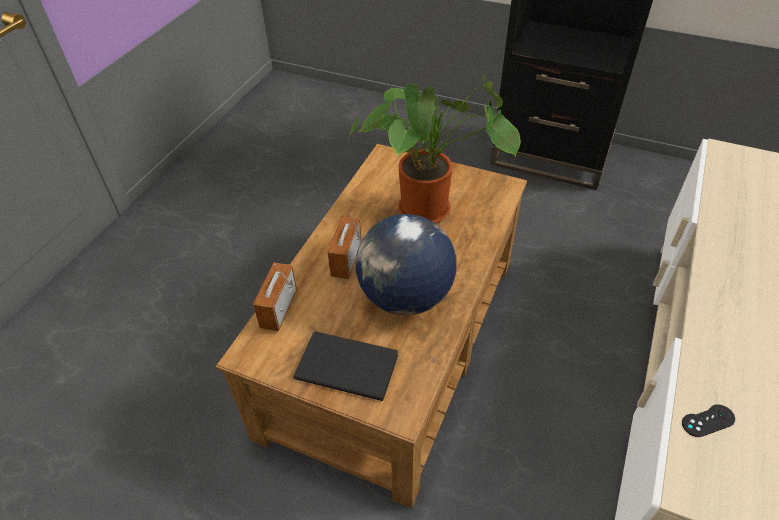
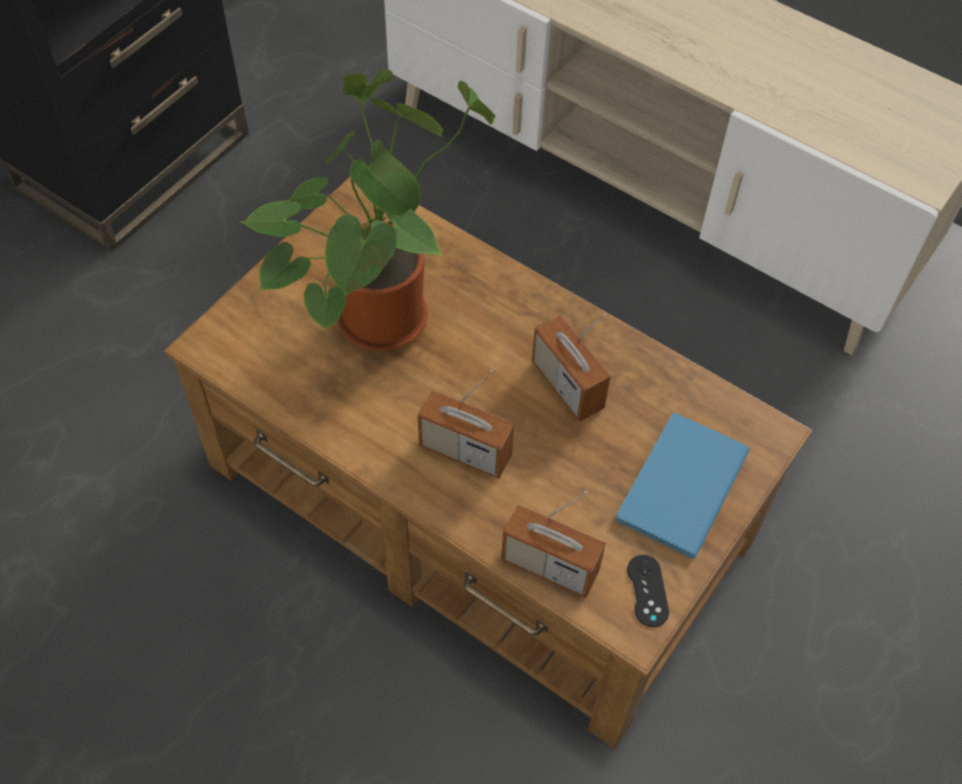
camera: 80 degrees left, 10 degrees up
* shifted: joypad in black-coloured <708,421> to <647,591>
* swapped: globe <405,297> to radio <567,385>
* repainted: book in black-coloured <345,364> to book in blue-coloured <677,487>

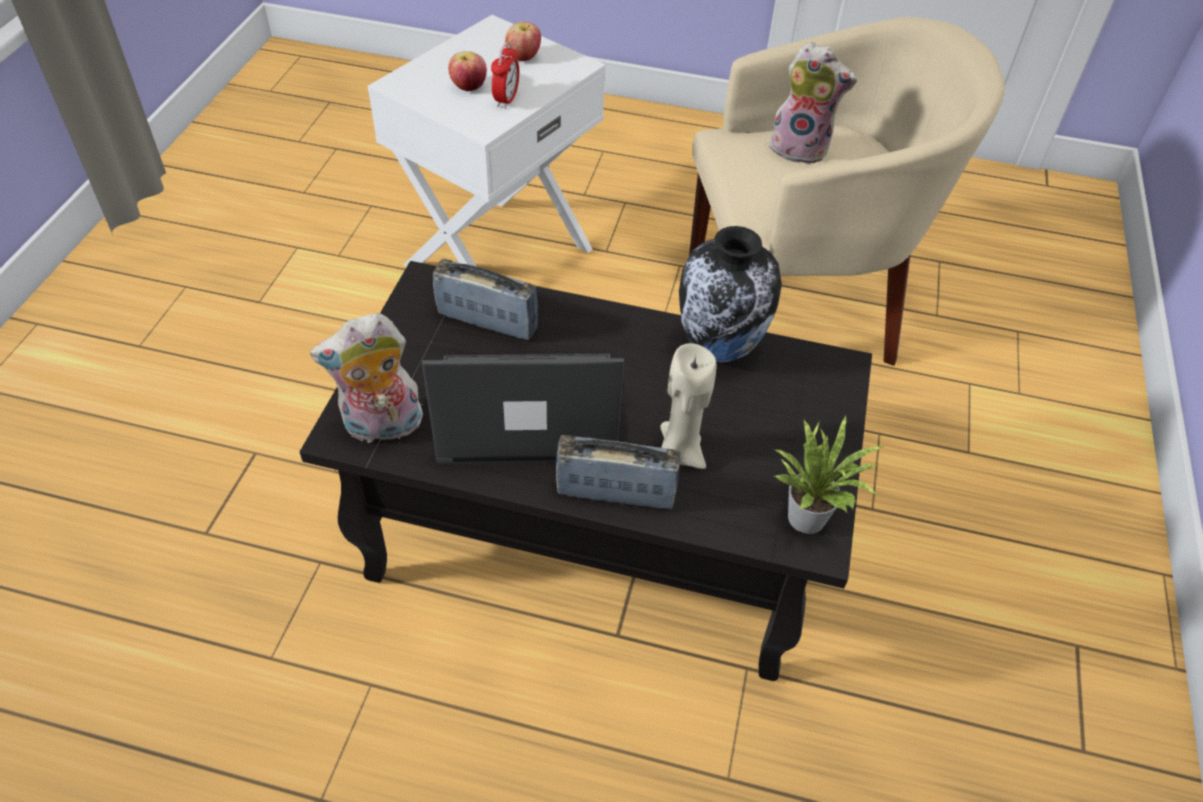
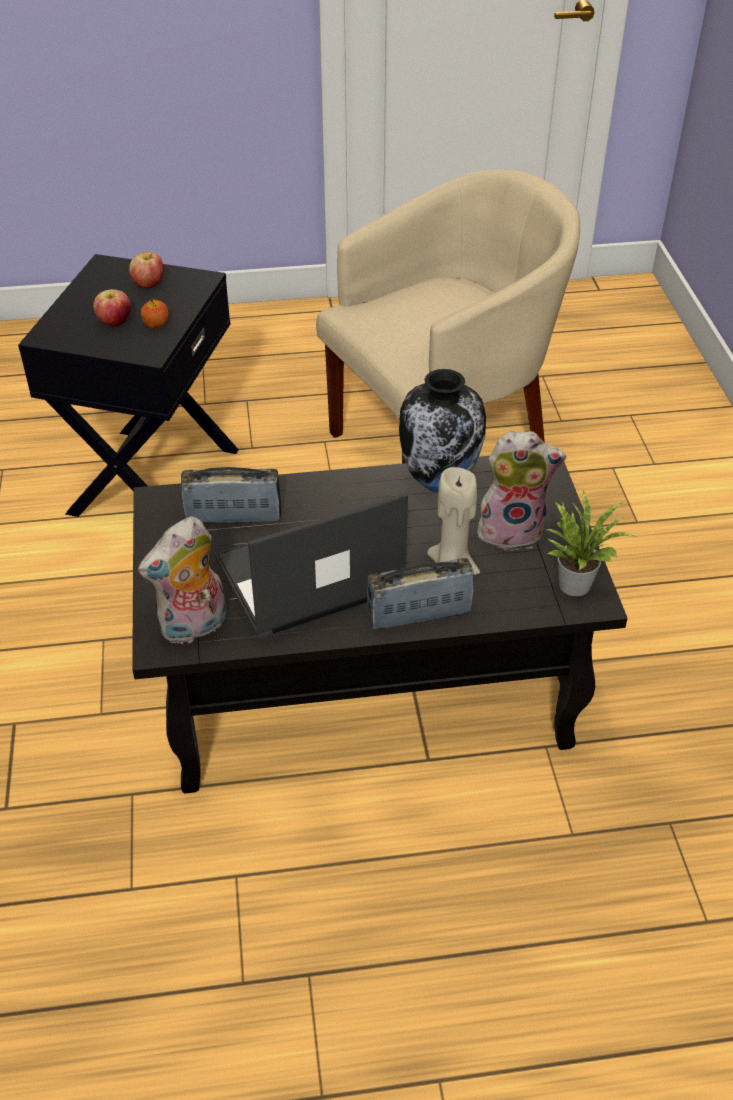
camera: 20 degrees left, 5 degrees down
* shifted: soft toy <801,149> to <512,530>
* swapped: alarm clock <506,100> to apple <156,325>
* repainted: end table in white <497,256> to end table in black-coloured <152,480>

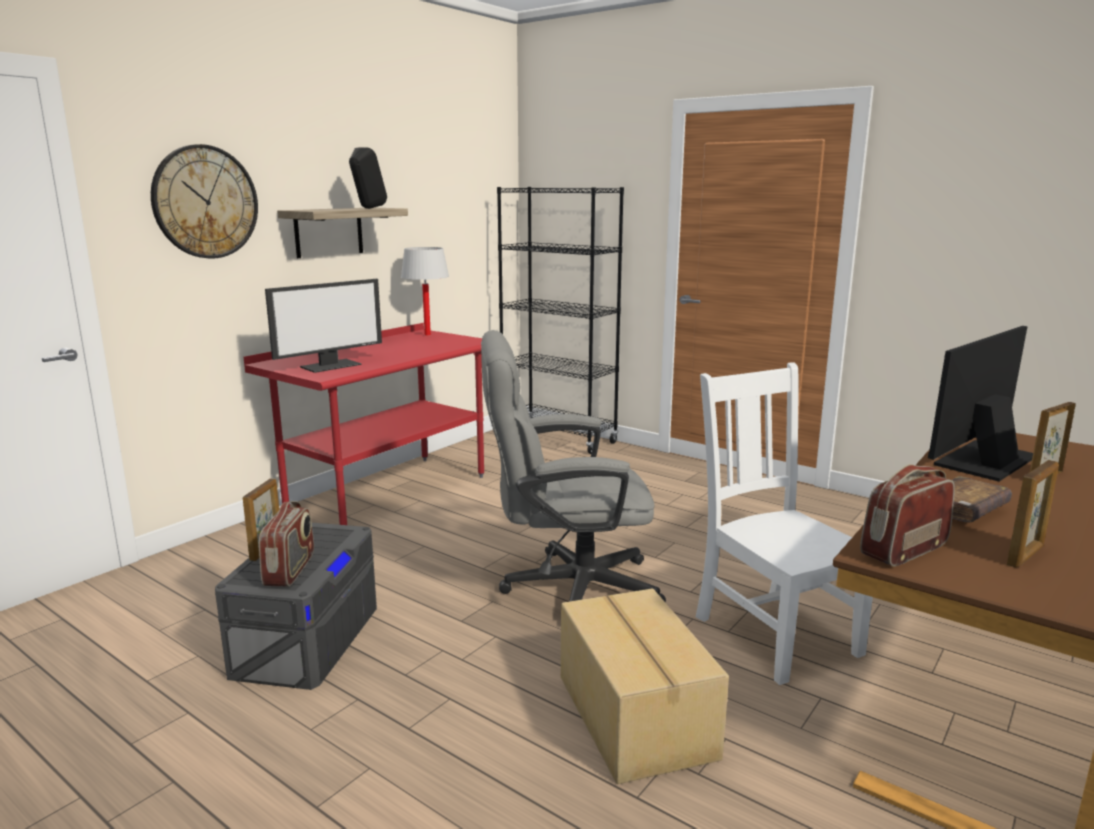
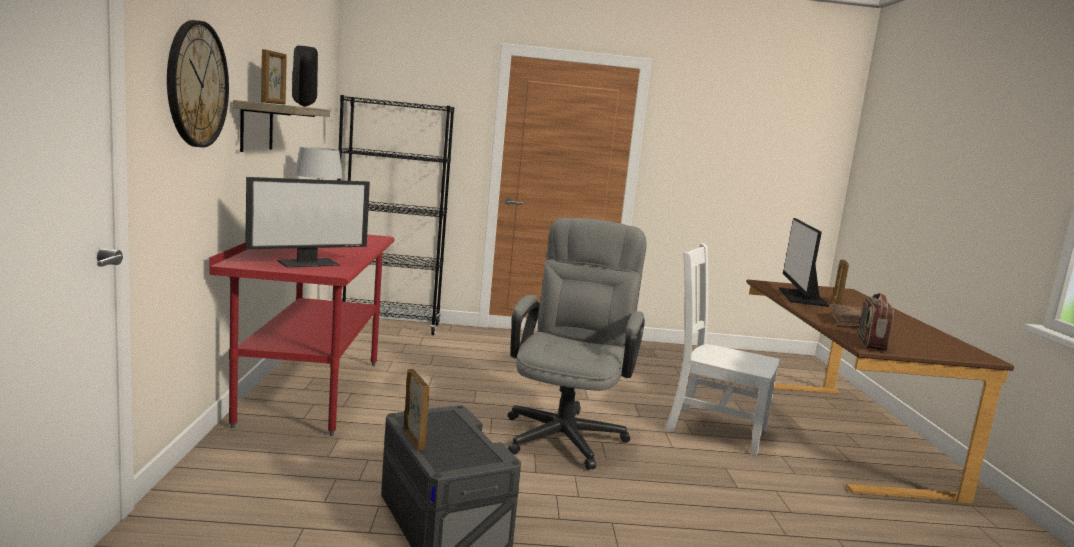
camera: 40 degrees left, 5 degrees down
* gone: radio <290,570>
* gone: cardboard box <633,717>
* shifted: photo frame <1025,556> to <273,103>
* rotated: monitor <331,365> = <308,262> 45 degrees clockwise
* rotated: office chair in grey <566,587> = <567,432> 150 degrees clockwise

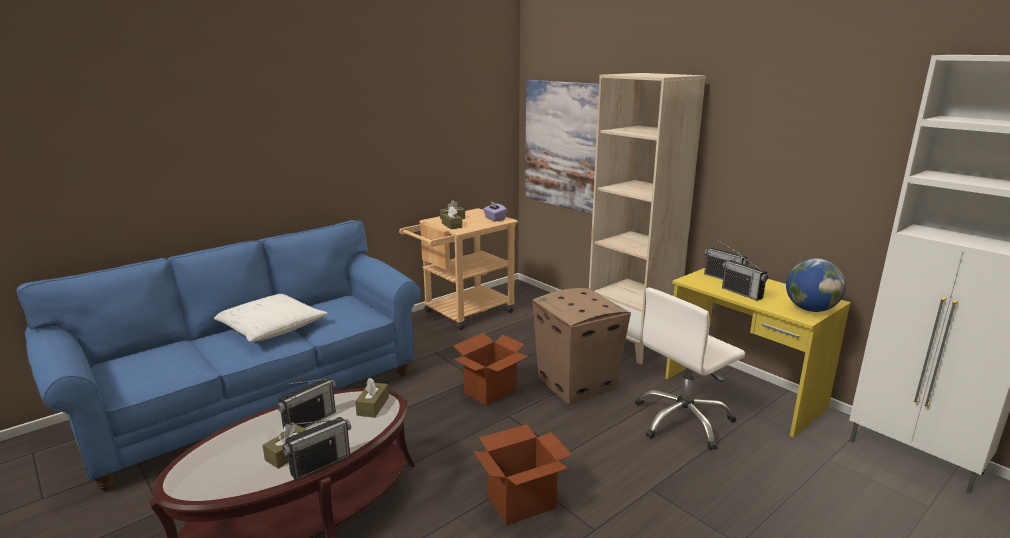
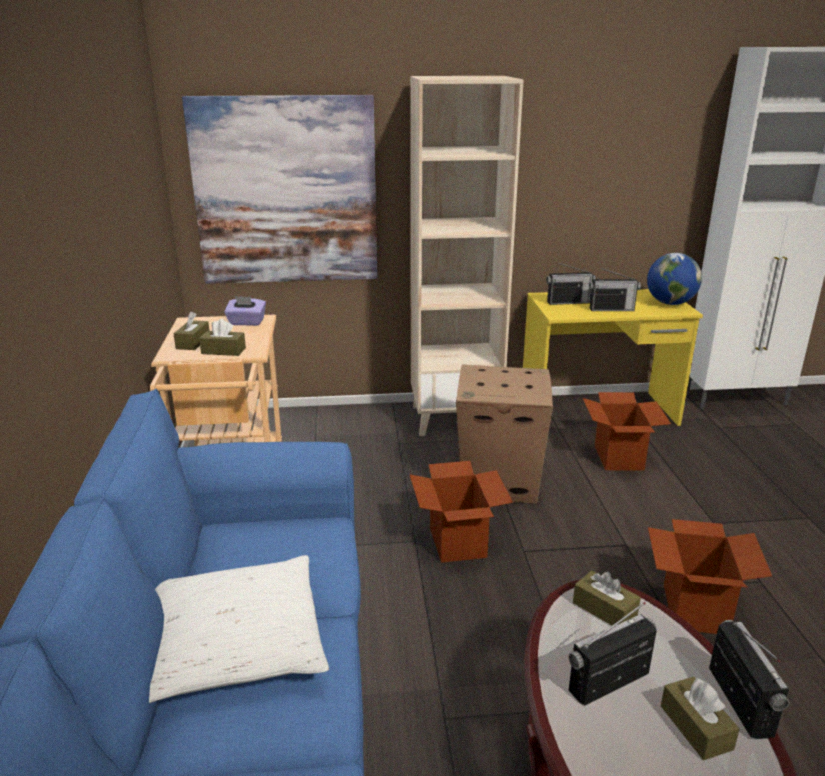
camera: 55 degrees left, 5 degrees up
* swapped: office chair in white <683,421> to cardboard box <619,458>
* rotated: radio <309,421> = <609,682> 105 degrees counterclockwise

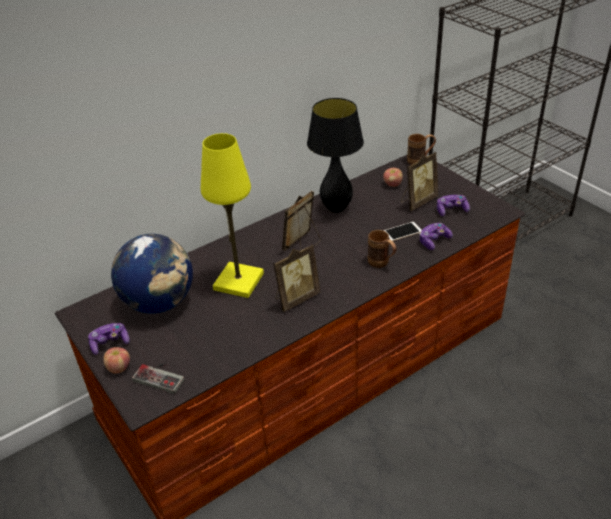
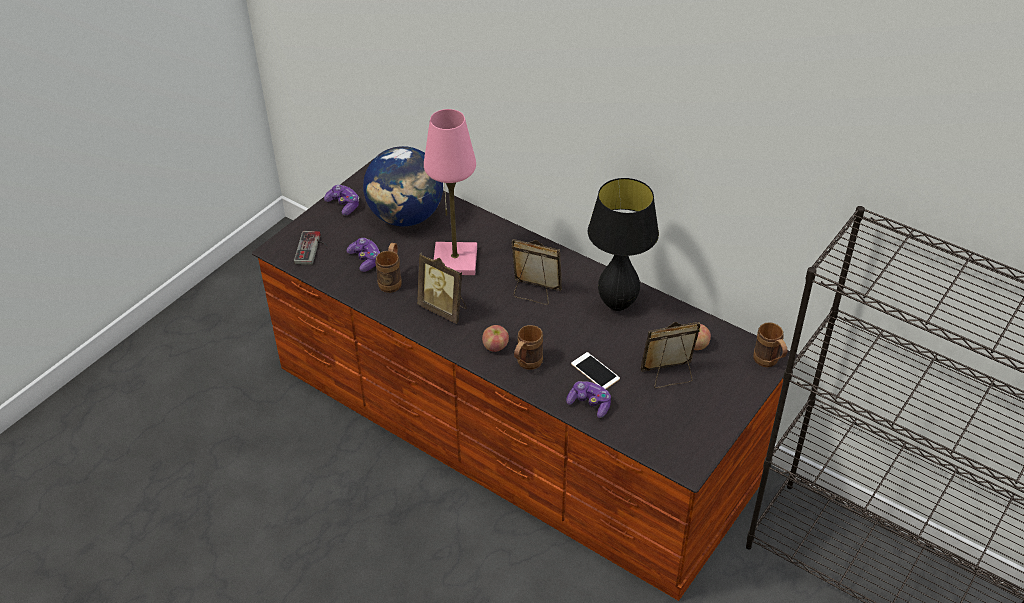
camera: 70 degrees right, 5 degrees up
* new: coffee mug in brownish <392,280>
* shifted: apple <119,368> to <495,346>
* shifted: joypad <451,210> to <365,259>
* repainted: table lamp in yellowish <239,282> to table lamp in pinkish <455,261>
* rotated: photo frame <417,201> = <669,375> 135 degrees clockwise

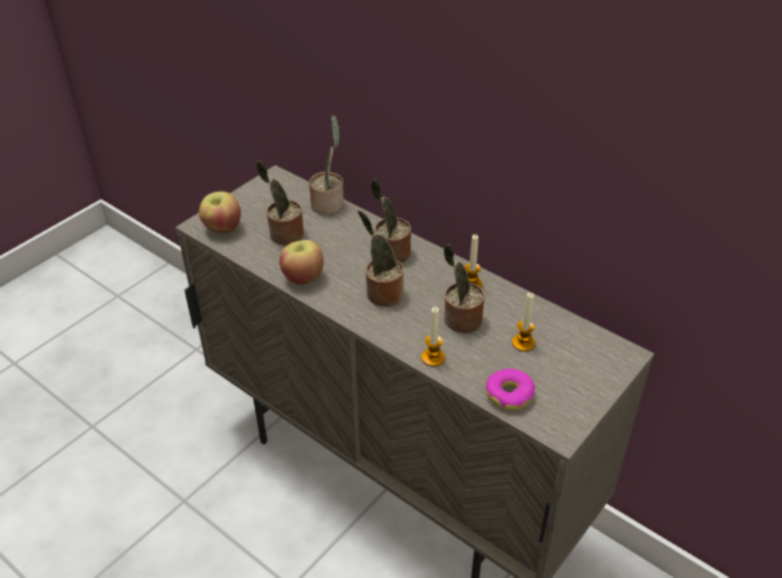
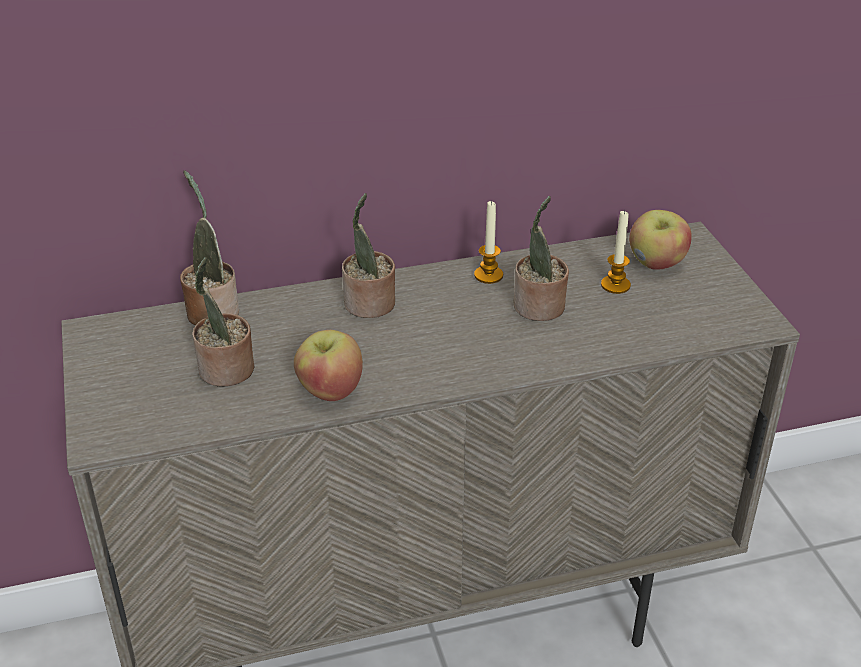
camera: 55 degrees left, 5 degrees down
* gone: houseplant <382,293>
* gone: candle <433,358>
* gone: doughnut <509,394>
* shifted: apple <222,228> to <656,263>

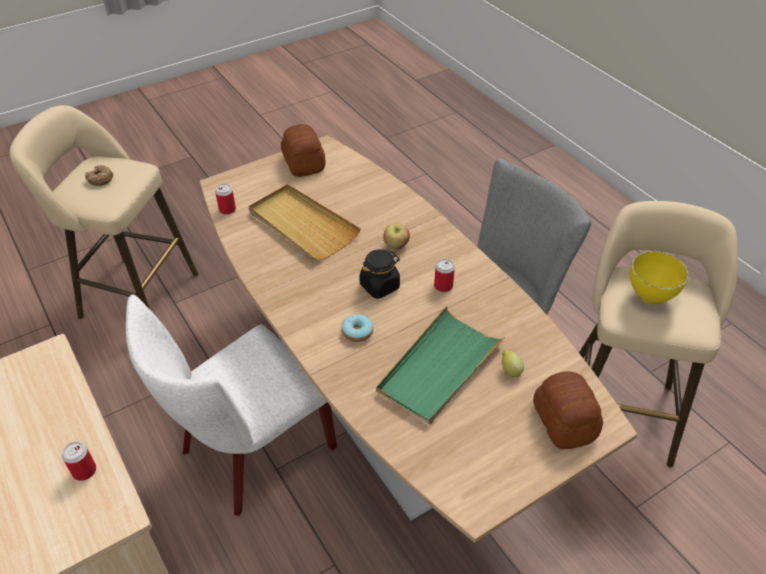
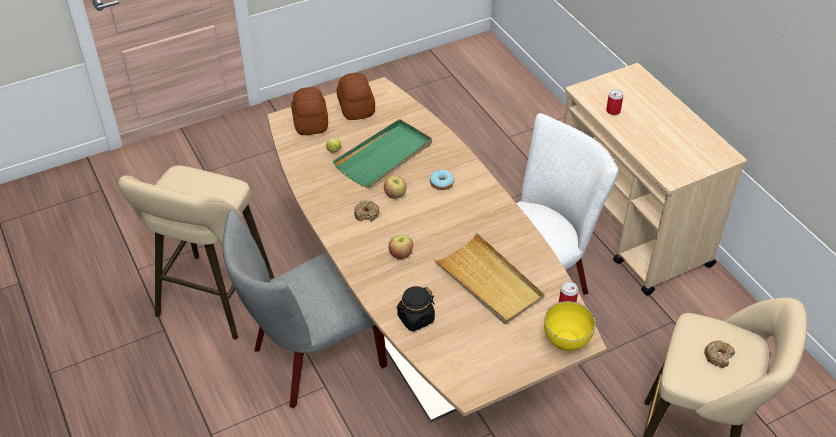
camera: 175 degrees left, 0 degrees up
* new: apple <395,195>
* shifted: bread <303,163> to <356,106>
* shifted: jar in black-coloured <380,286> to <415,318>
* shifted: bowl in yellowish <650,298> to <565,342>
* swapped: metal can <443,286> to doughnut <366,214>

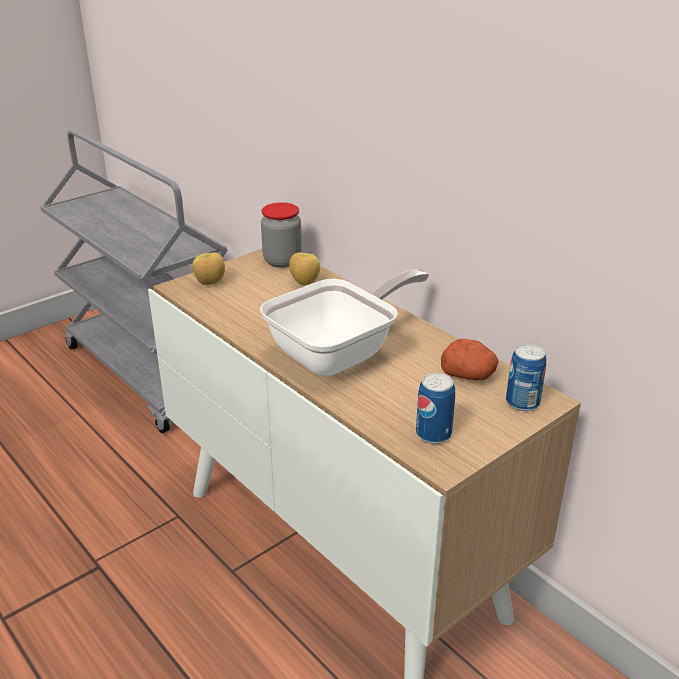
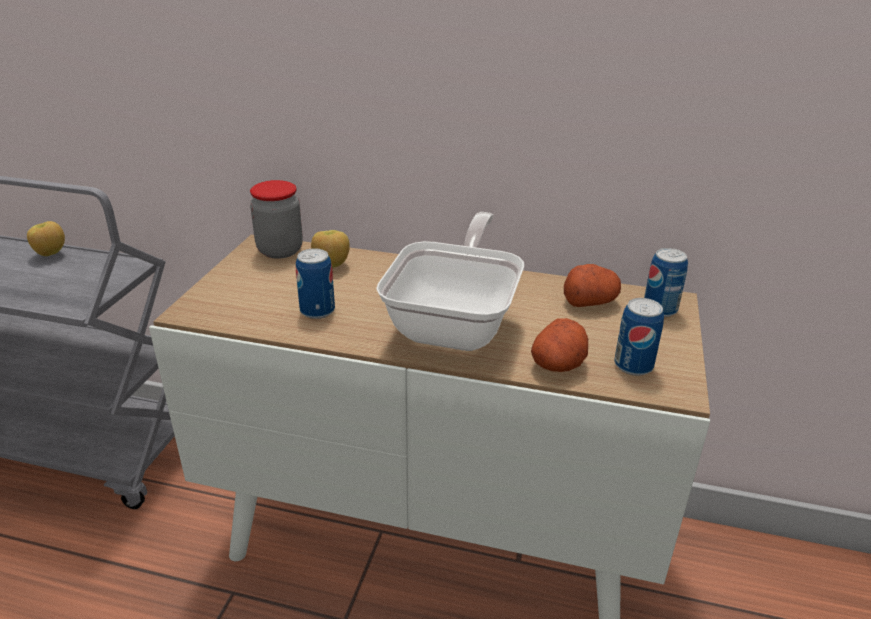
camera: 35 degrees left, 0 degrees up
* new: metal can <317,311>
* new: whole potato <558,364>
* shifted: apple <210,283> to <50,253>

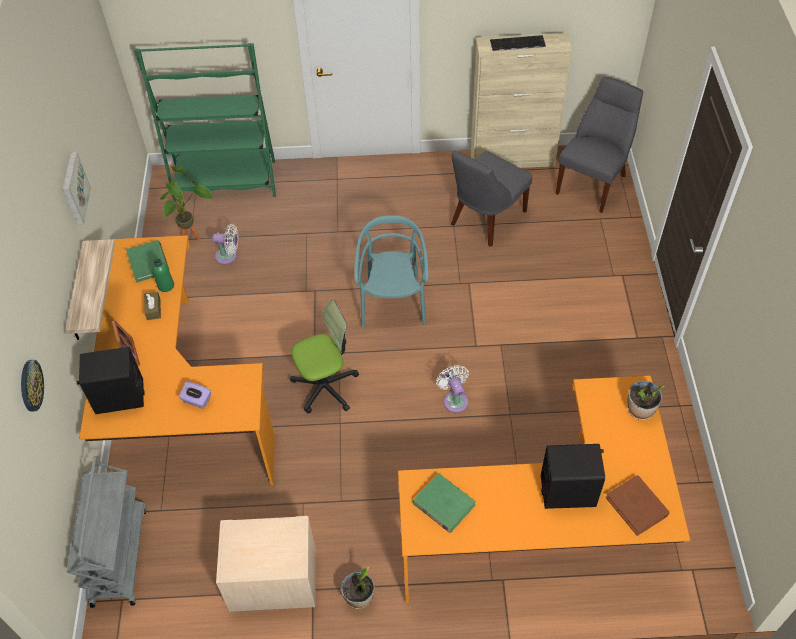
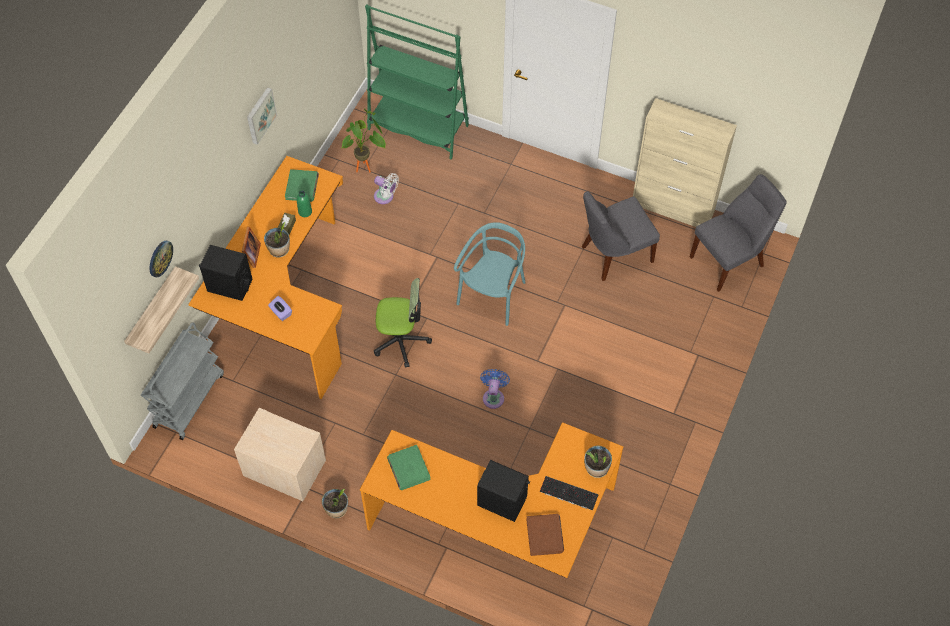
camera: 25 degrees right, 5 degrees up
* new: houseplant <279,250>
* shifted: bracket shelf <79,294> to <153,310>
* shifted: computer keyboard <517,44> to <568,493>
* repainted: cooling fan in white <454,399> to cooling fan in blue-coloured <493,396>

